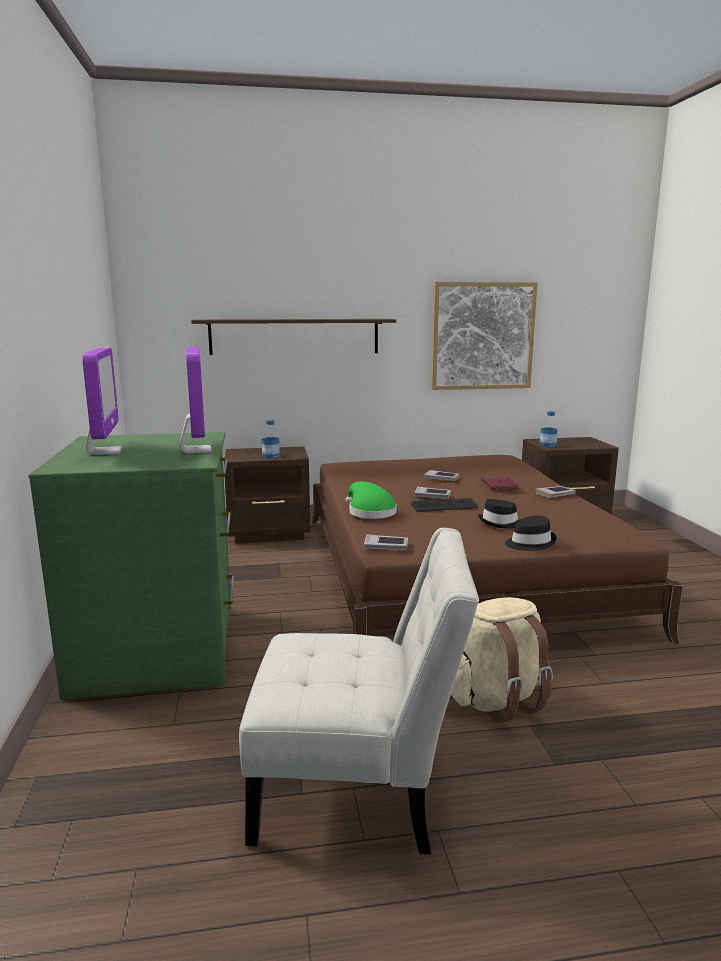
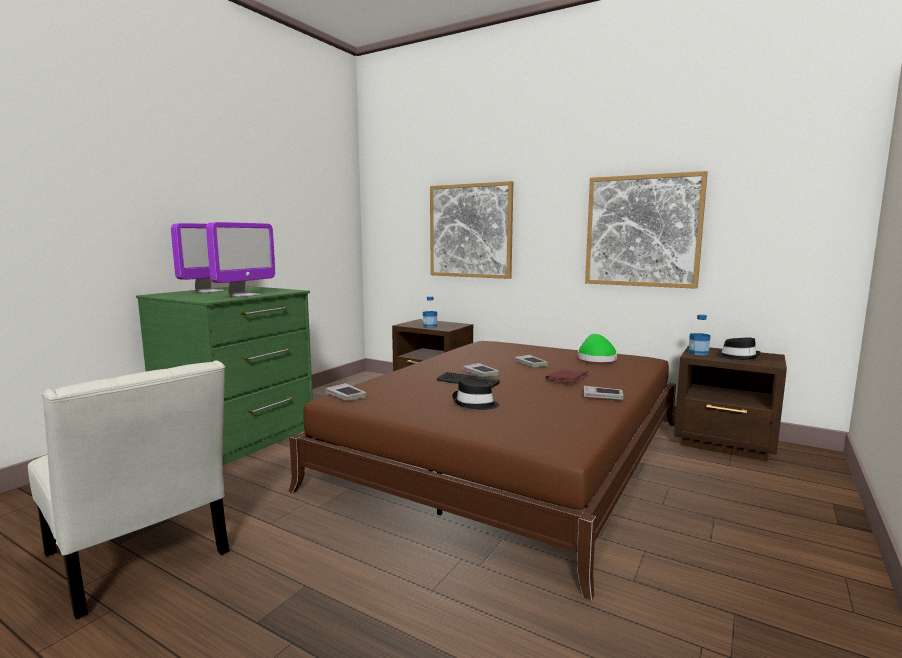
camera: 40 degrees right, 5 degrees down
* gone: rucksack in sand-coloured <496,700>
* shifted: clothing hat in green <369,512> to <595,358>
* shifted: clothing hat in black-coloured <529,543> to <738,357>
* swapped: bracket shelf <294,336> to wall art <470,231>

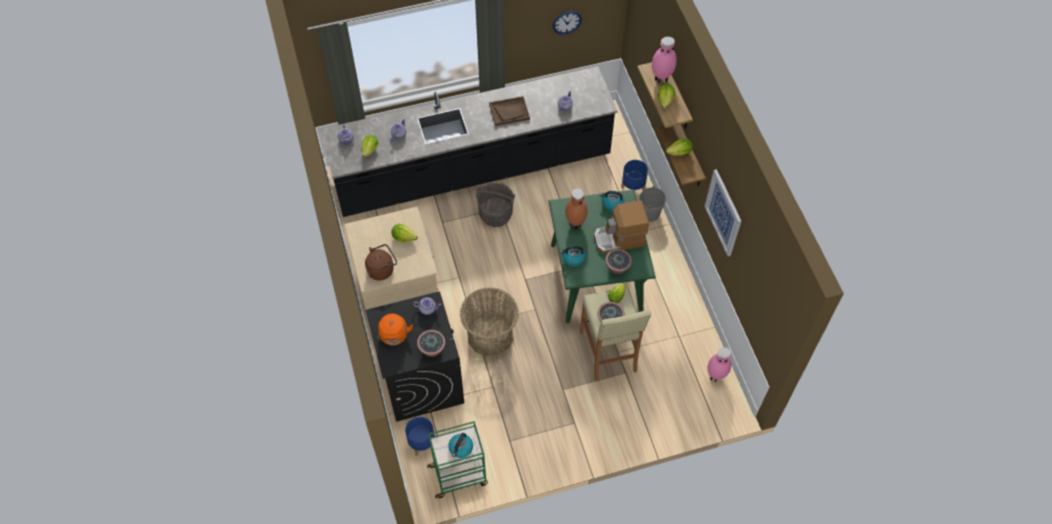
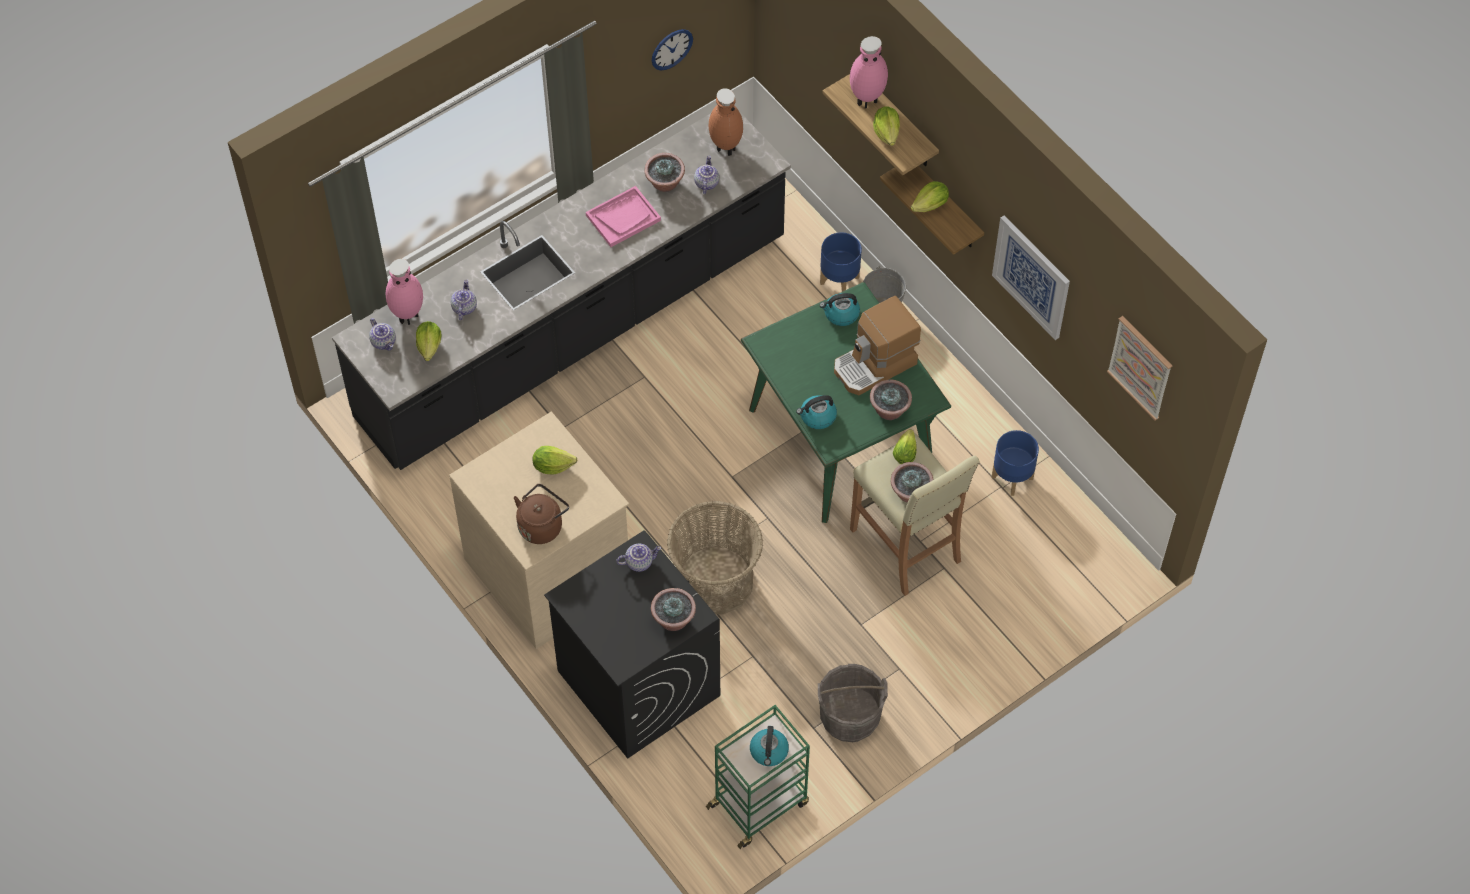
camera: 20 degrees left, 0 degrees up
* gone: kettle in orangey <394,337>
* new: houseplant <665,184>
* new: wall art <1140,367>
* shifted: planter in blue-coloured <422,444> to <1012,478>
* shifted: bucket in grey <495,214> to <849,718>
* shifted: decorative vase in brownish <574,223> to <725,148>
* shifted: decorative vase in pinkish <715,375> to <407,316>
* repainted: serving tray in brownish <509,112> to serving tray in pinkish <623,217>

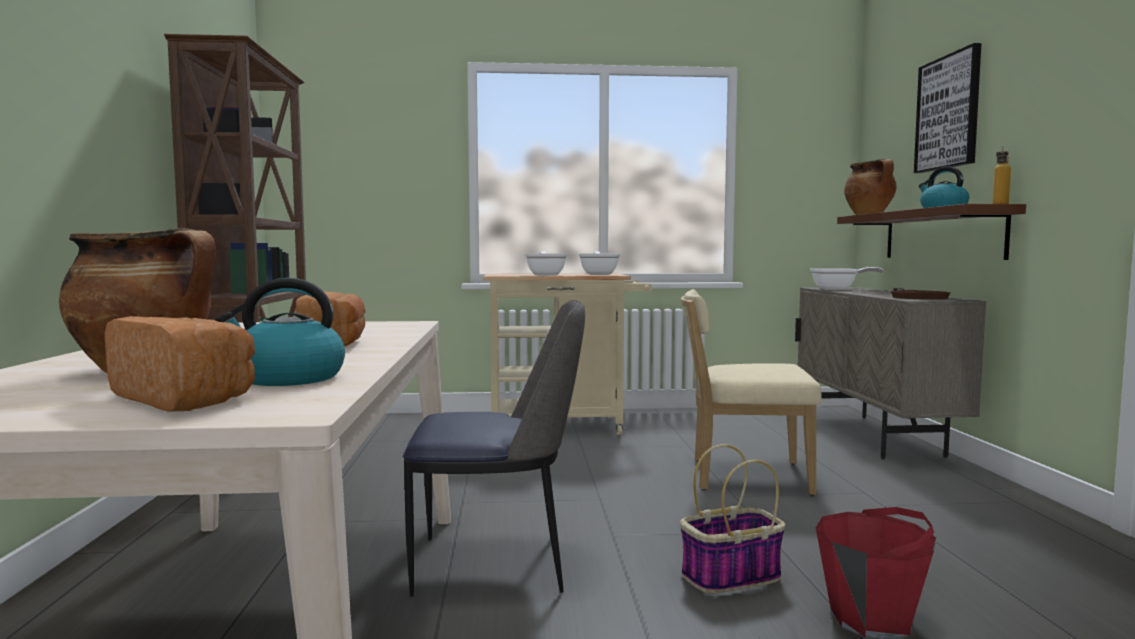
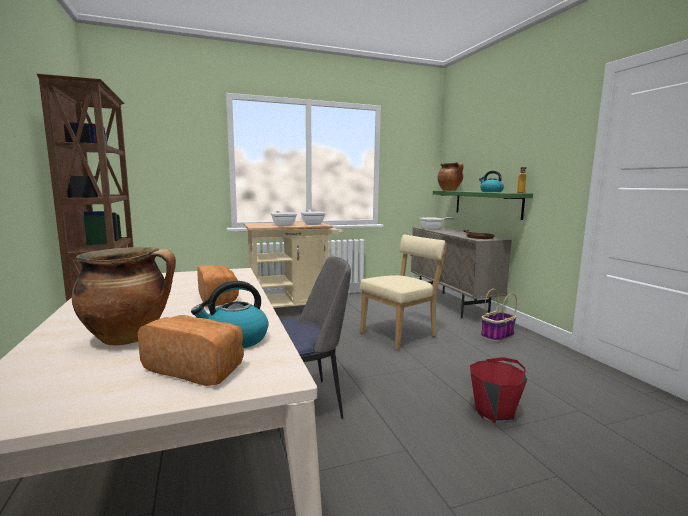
camera: 15 degrees left, 5 degrees up
* gone: wall art <948,112>
* shifted: household basket <730,577> to <497,336>
* repainted: bracket shelf in brownish <941,235> to bracket shelf in green <487,203>
* rotated: plain chair in sand-coloured <743,476> = <401,334> 150 degrees clockwise

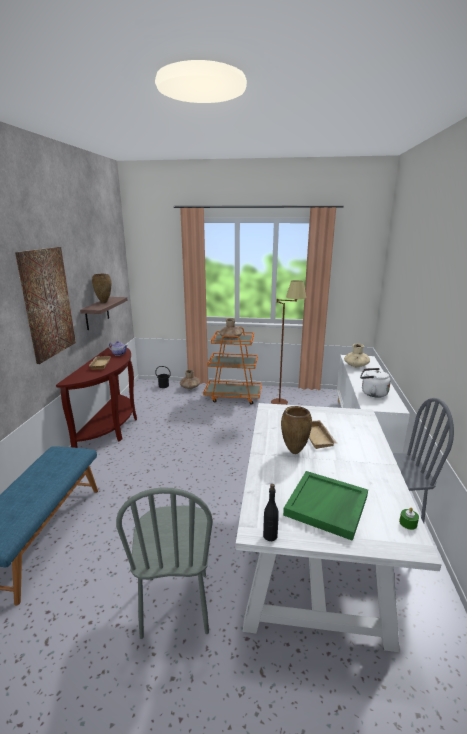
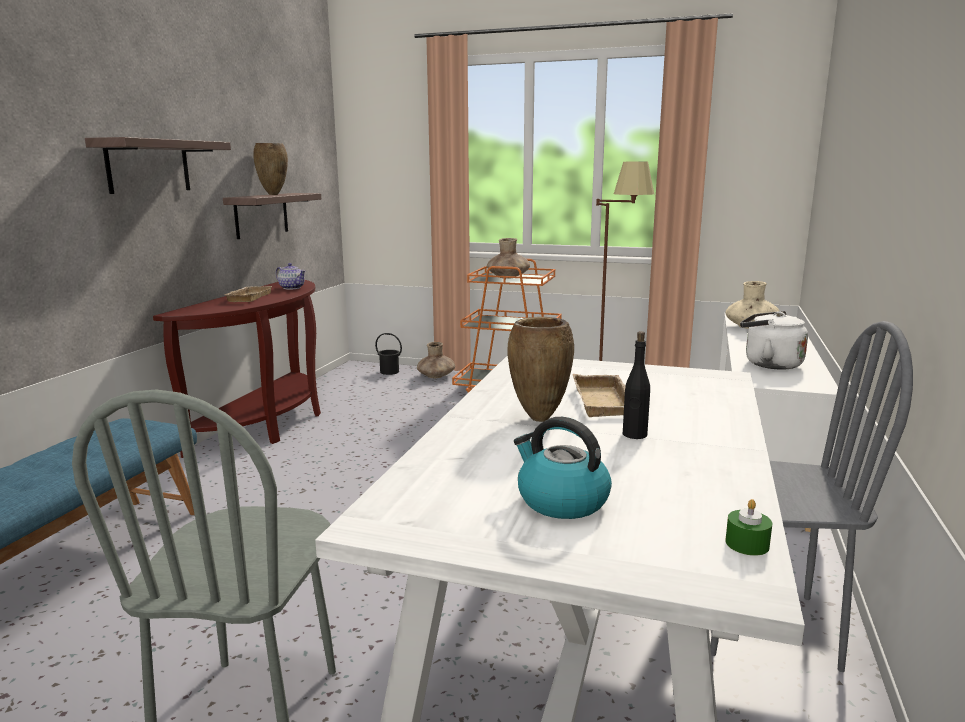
camera: 10 degrees right, 5 degrees down
* shifted: bottle in black-coloured <270,536> to <634,435>
* swapped: wall art <47,303> to bracket shelf <148,166>
* swapped: serving tray in green <327,506> to kettle <561,501>

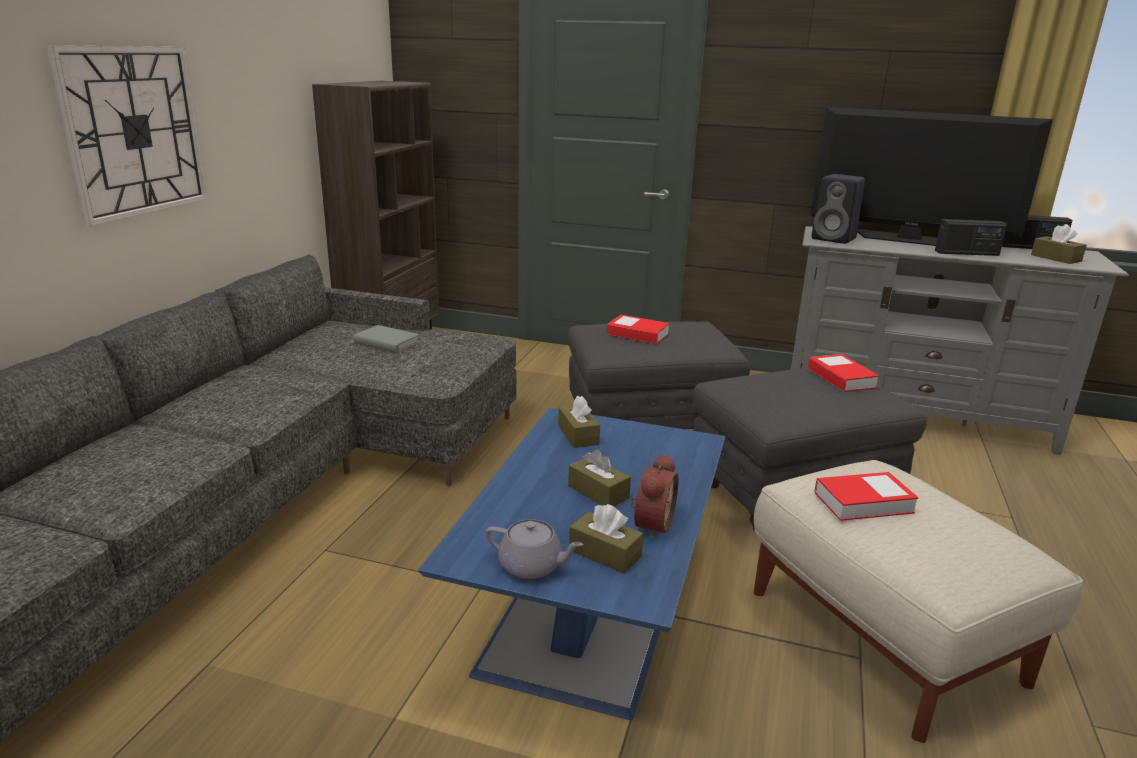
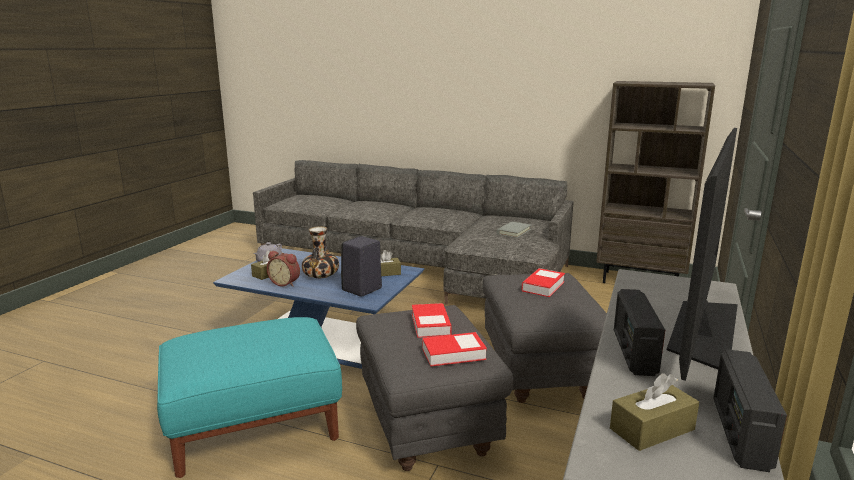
camera: 95 degrees right, 5 degrees down
* gone: hanging clock <134,131>
* shifted: loudspeaker in black-coloured <835,239> to <361,290>
* shifted: book <863,502> to <430,325>
* swapped: tissue box in brownish <598,492> to decorative vase <320,275>
* repainted: ottoman in sand-coloured <883,636> to ottoman in turquoise <253,427>

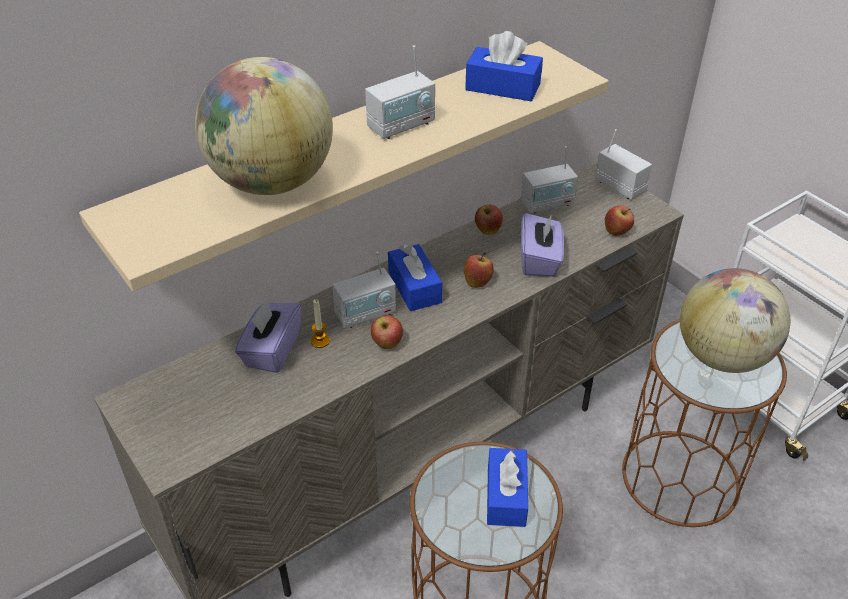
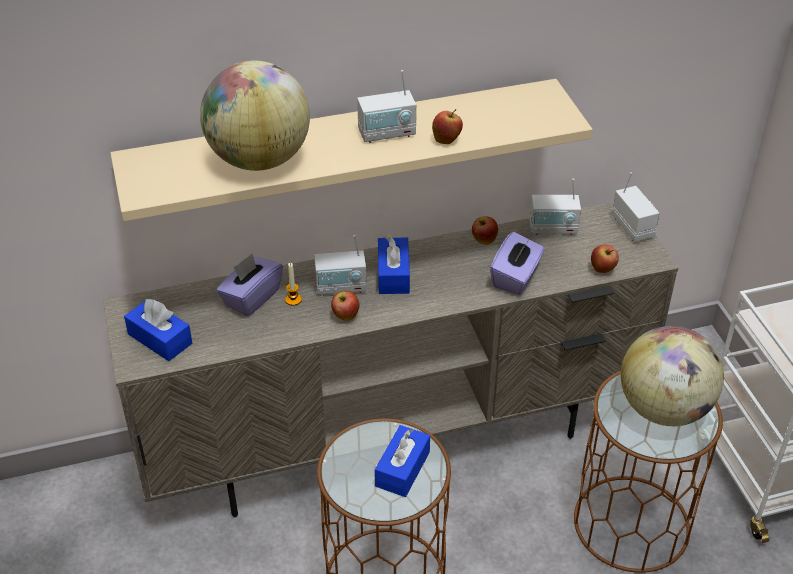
camera: 20 degrees right, 0 degrees up
* shifted: apple <477,282> to <446,140>
* shifted: tissue box in blue-coloured <502,87> to <160,339>

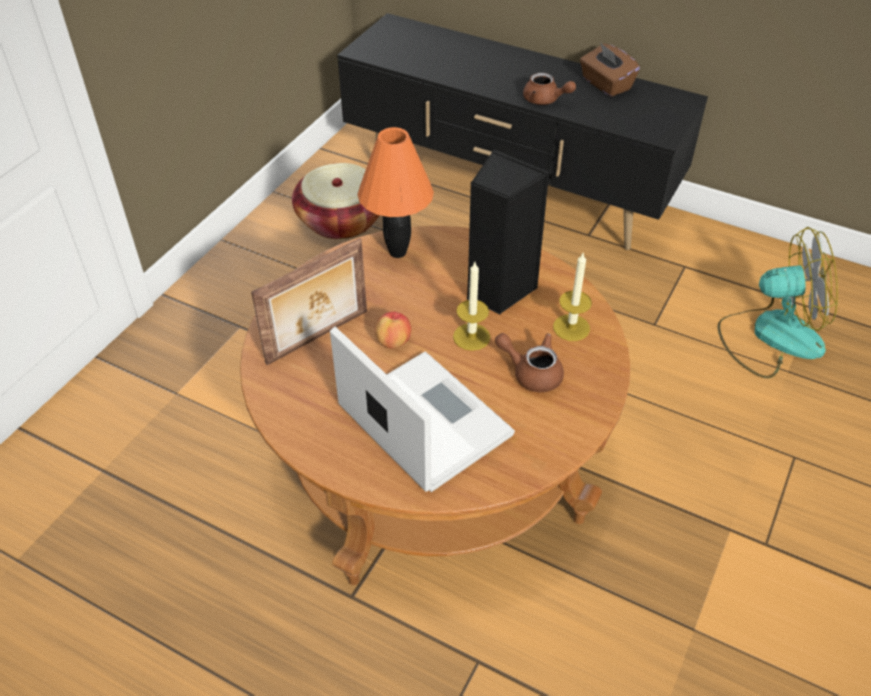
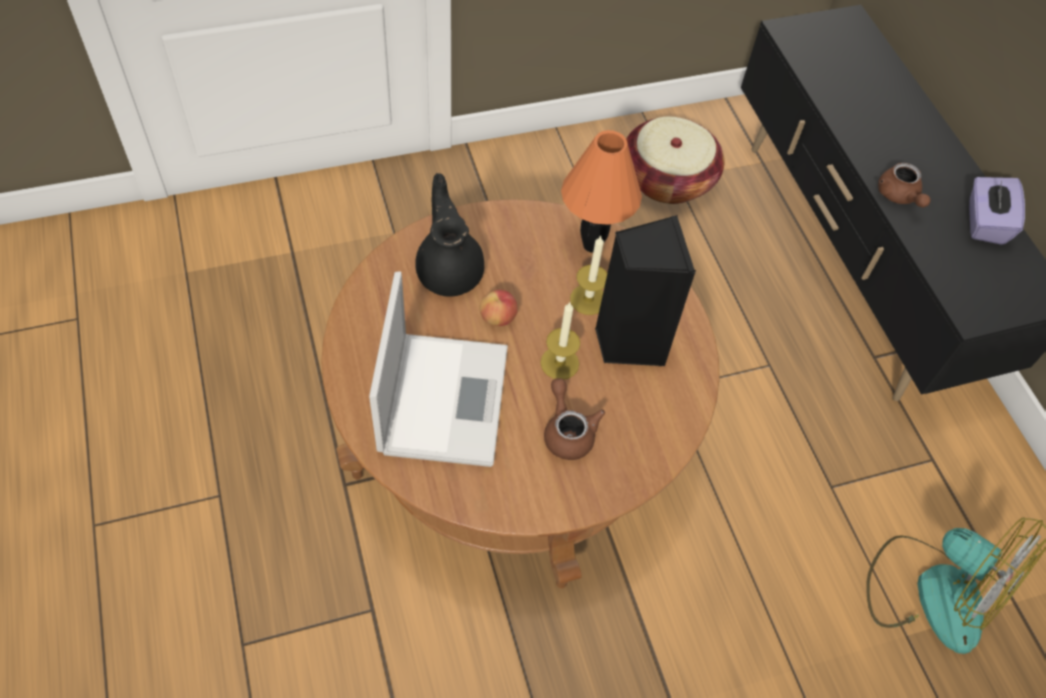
camera: 40 degrees right, 10 degrees up
* shifted: candle <571,327> to <588,299>
* swapped: photo frame <319,338> to teapot in black-coloured <450,270>
* repainted: tissue box in brownish <605,84> to tissue box in purple-coloured <984,222>

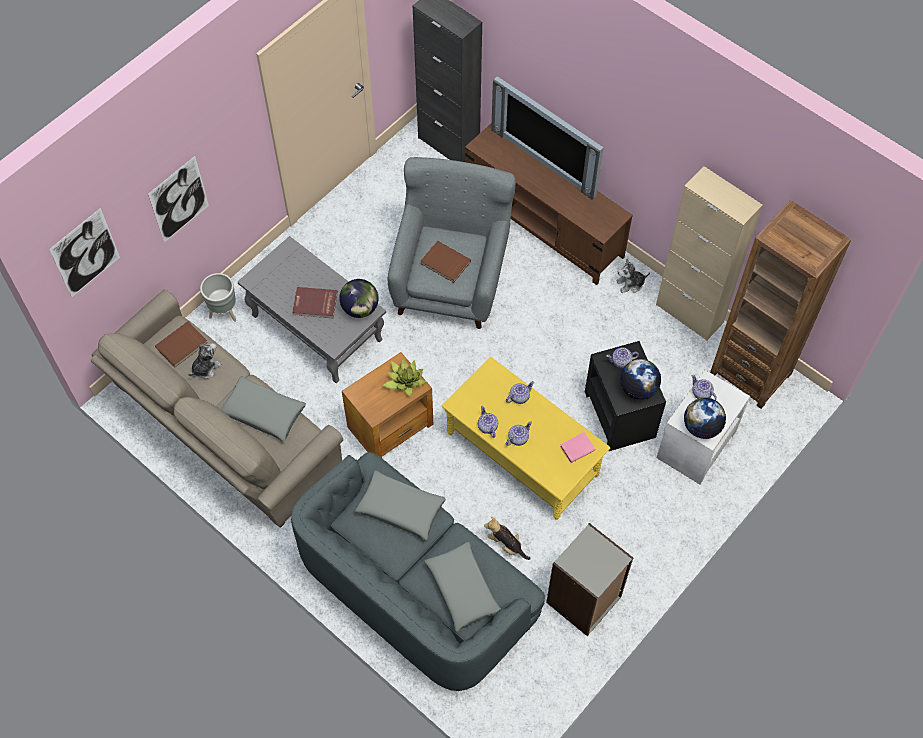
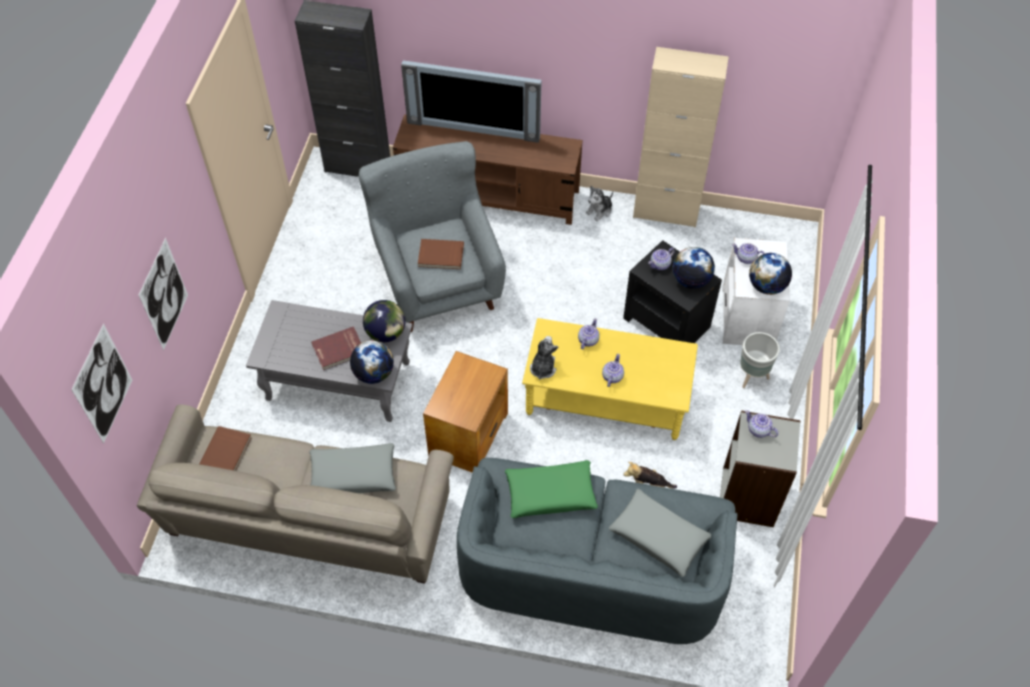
camera: 30 degrees left, 5 degrees down
* gone: houseplant <404,381>
* gone: book in pinkish <577,447>
* gone: bookshelf in brownish <751,373>
* new: globe <374,373>
* shifted: soft toy <205,368> to <543,368>
* shifted: planter in grey <224,312> to <751,376>
* shifted: teapot <487,427> to <759,430>
* repainted: cushion in grey <401,508> to cushion in green <550,493>

